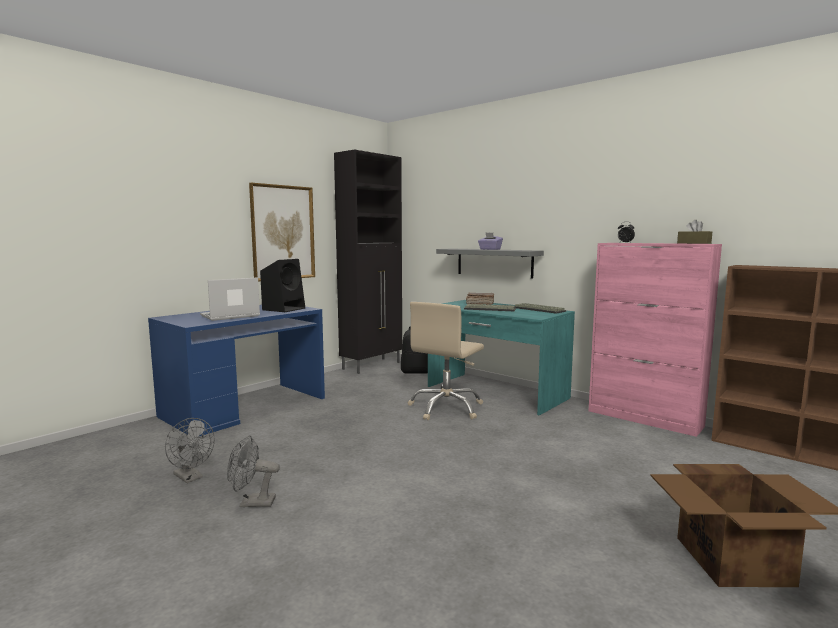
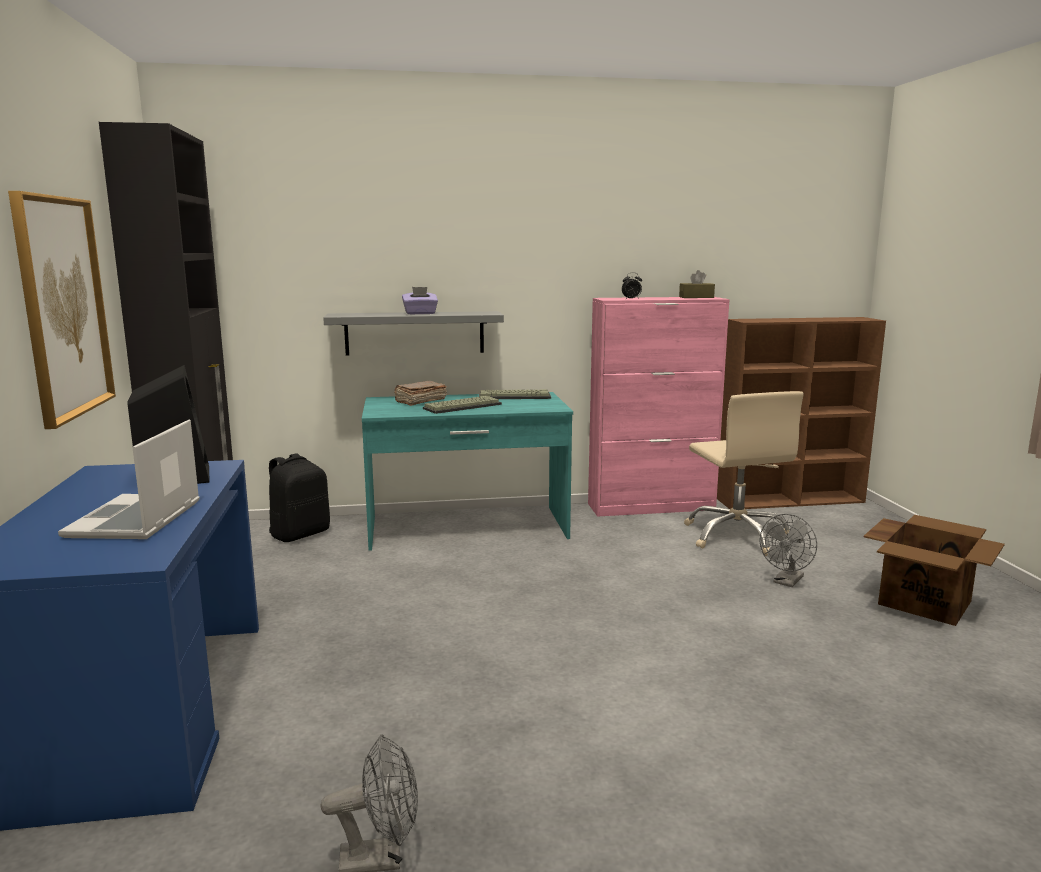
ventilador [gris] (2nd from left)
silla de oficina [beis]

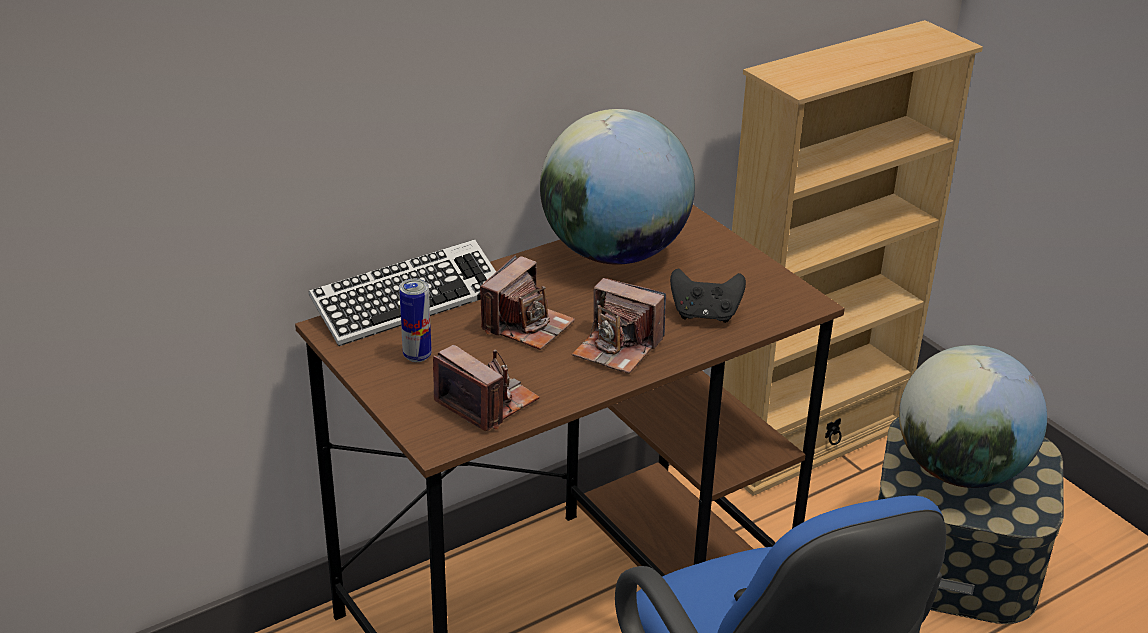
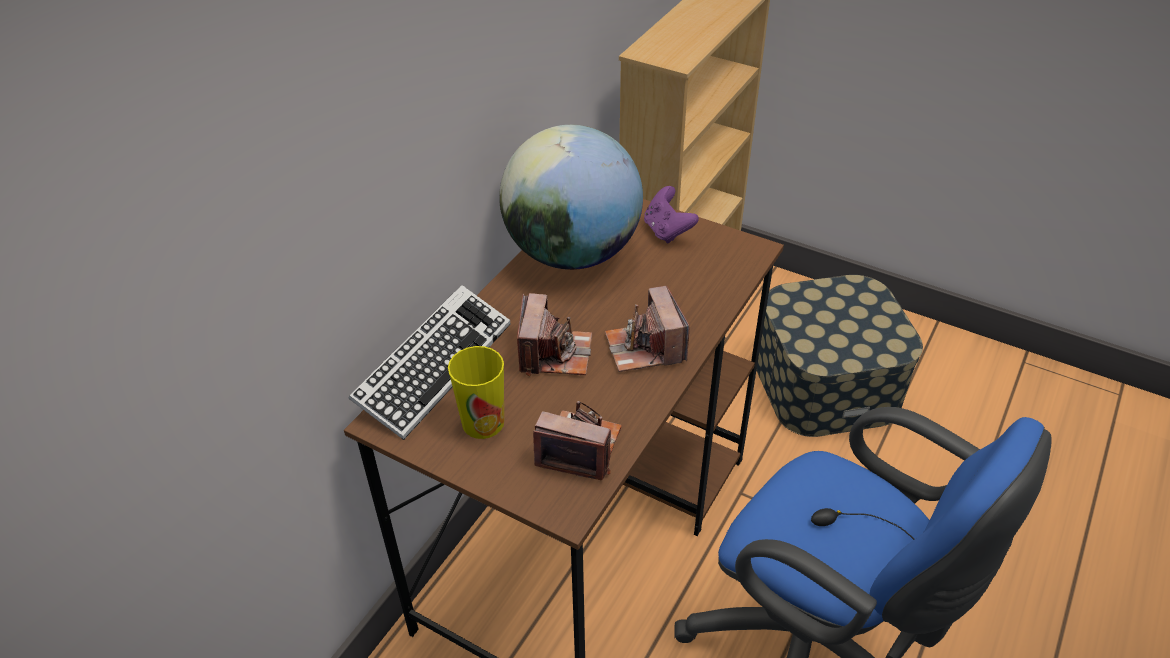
taza
cámara (3rd from left)
mando de consola [negro]
globo terráqueo (2nd from left in the first image)
mando de consola [morado]

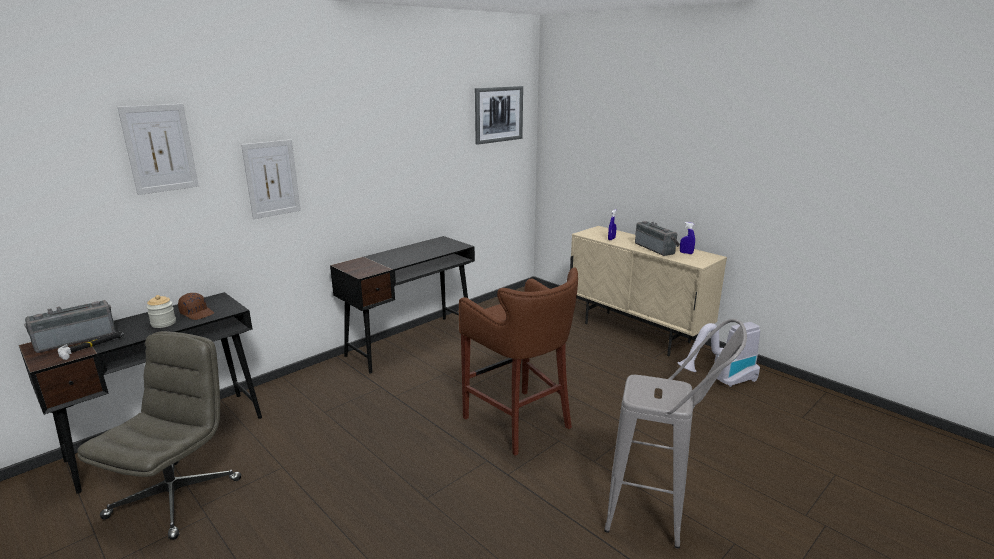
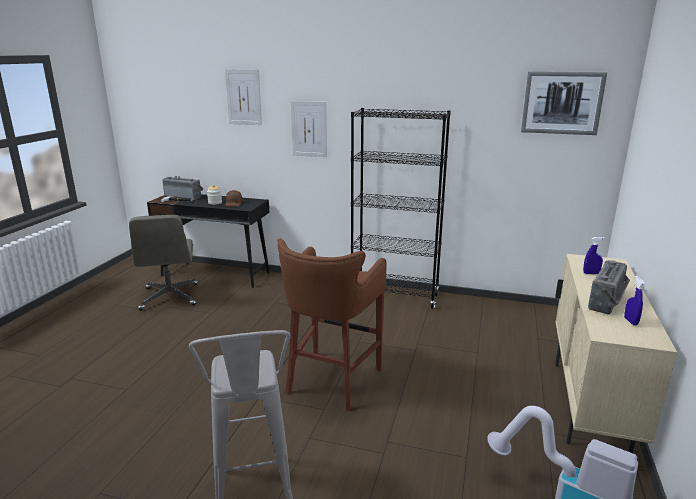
silla de oficina [gris]
estantería [negro]

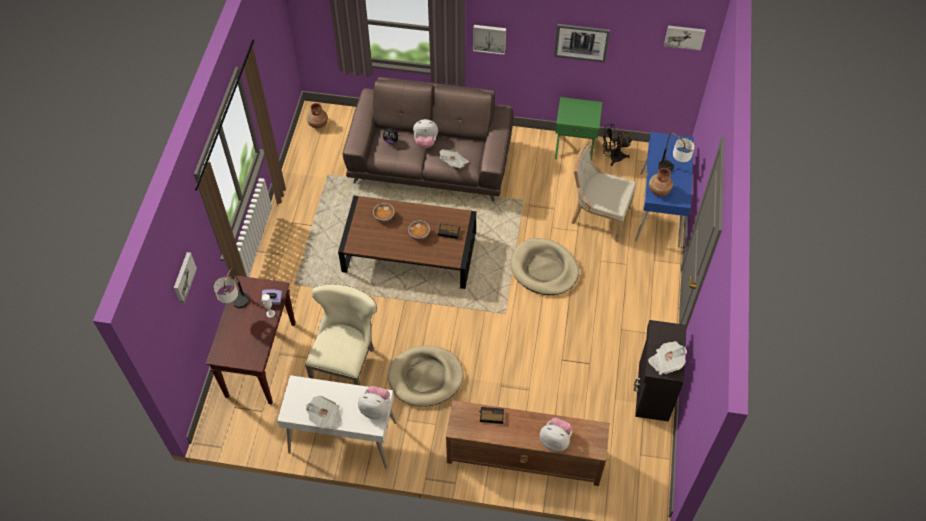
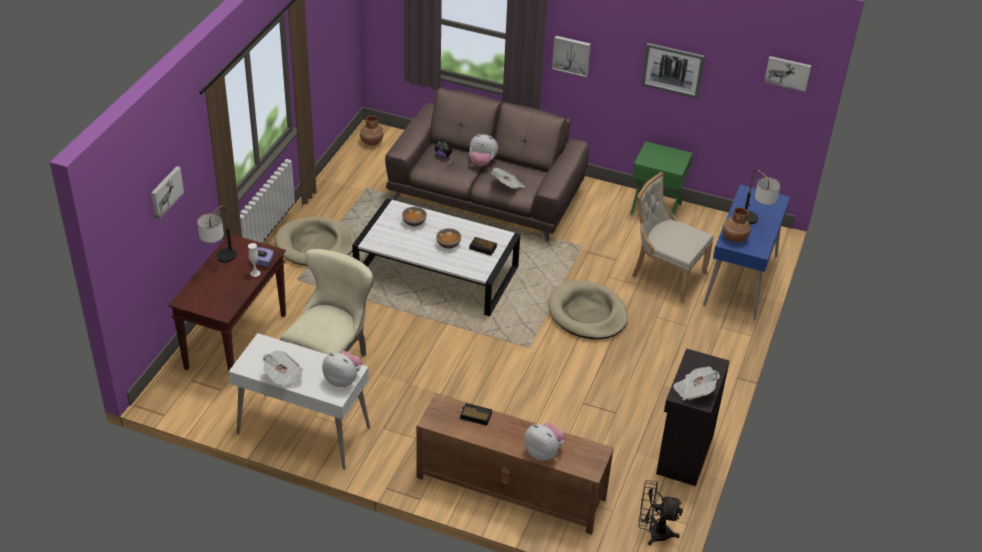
mesa de centro [blanco]
cama para perro [beis] (1st from left)
ventilador [negro]

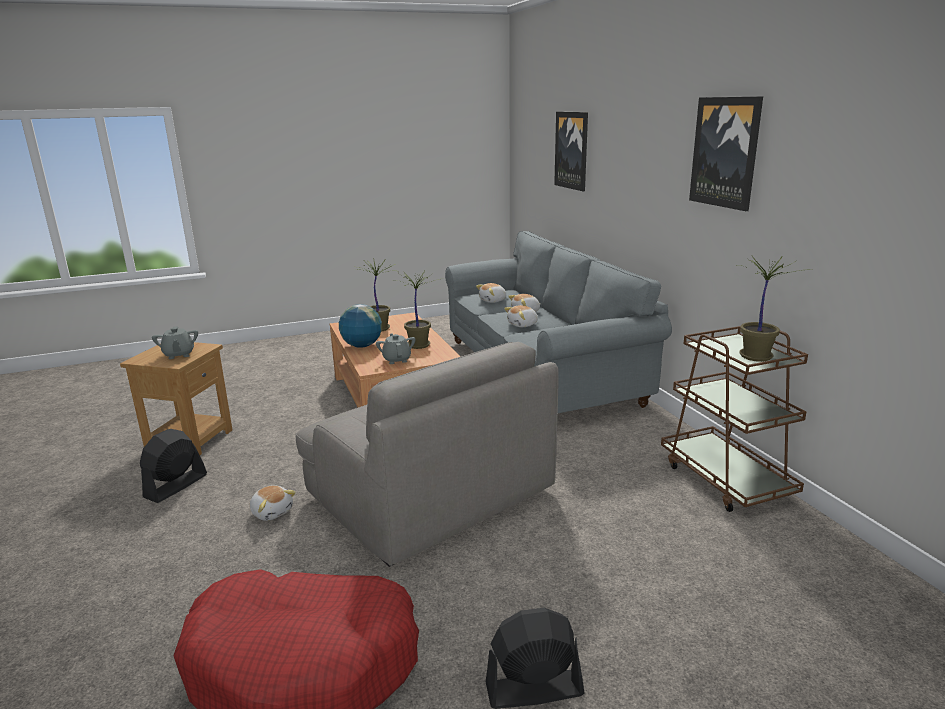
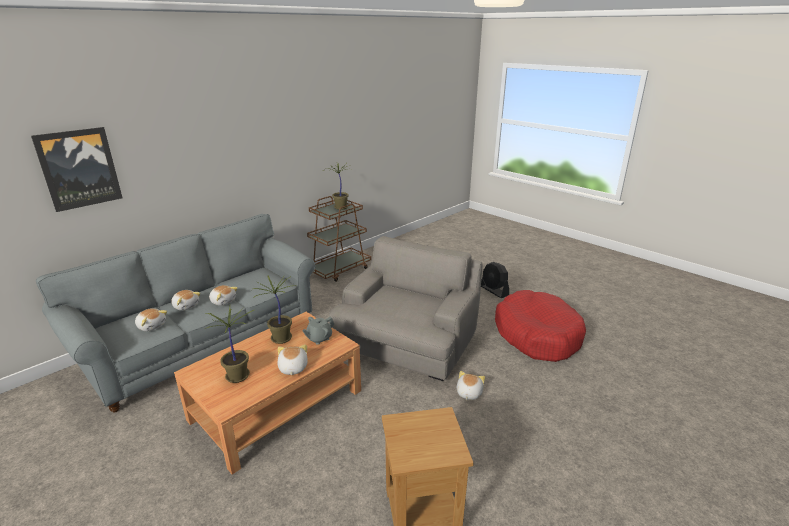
ventilador [negro] (1st from left in the first image)
tetera [gris] (1st from left in the first image)
peluche (4th from left)
cuadro (2nd from left in the first image)

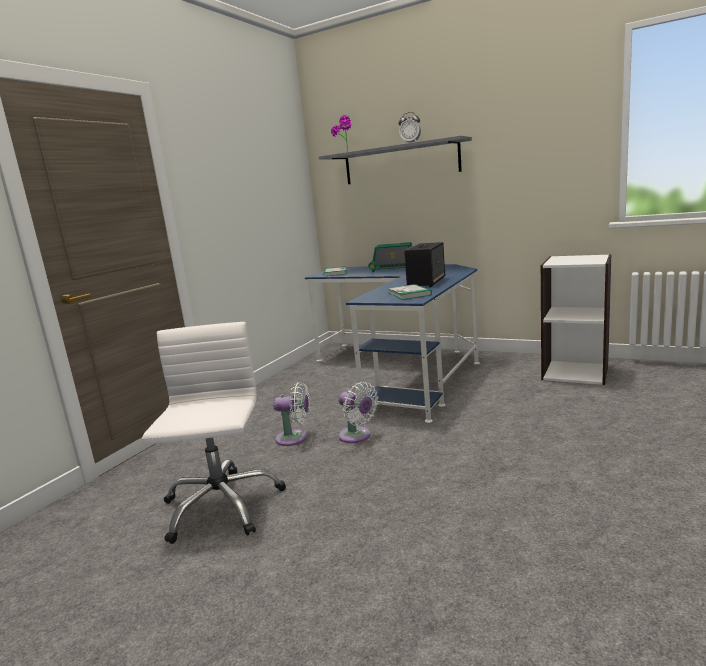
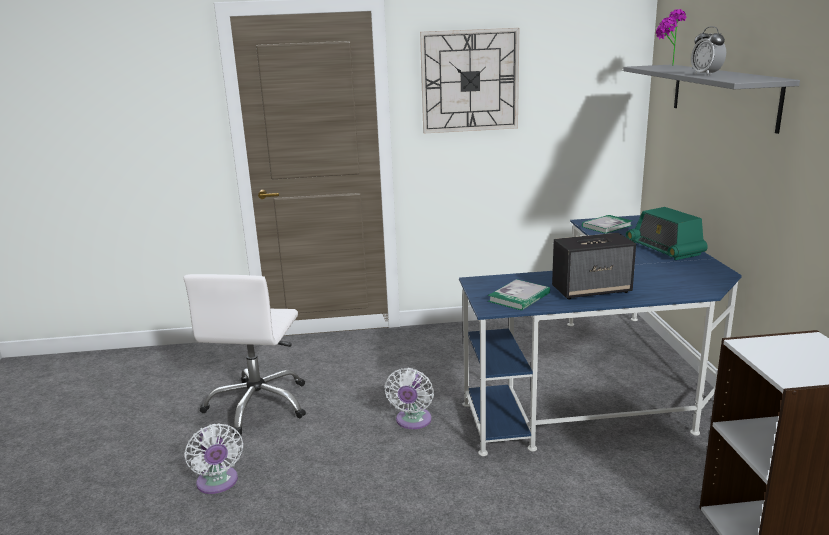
silla de oficina [blanco]
ventilador [blanco] (1st from left)
reloj de pared

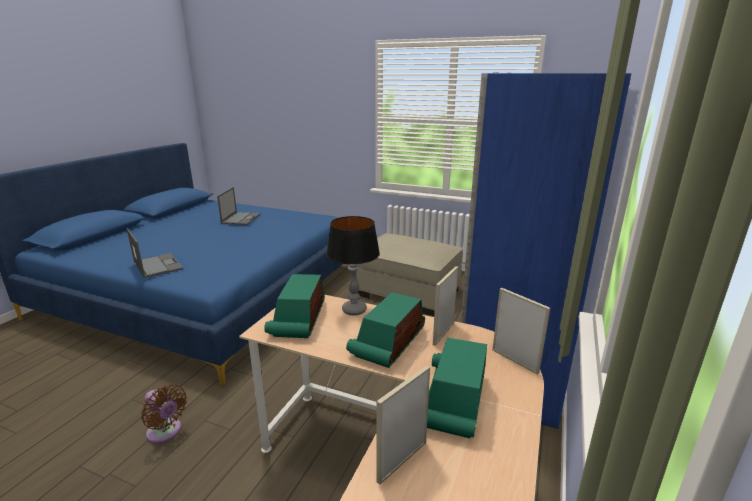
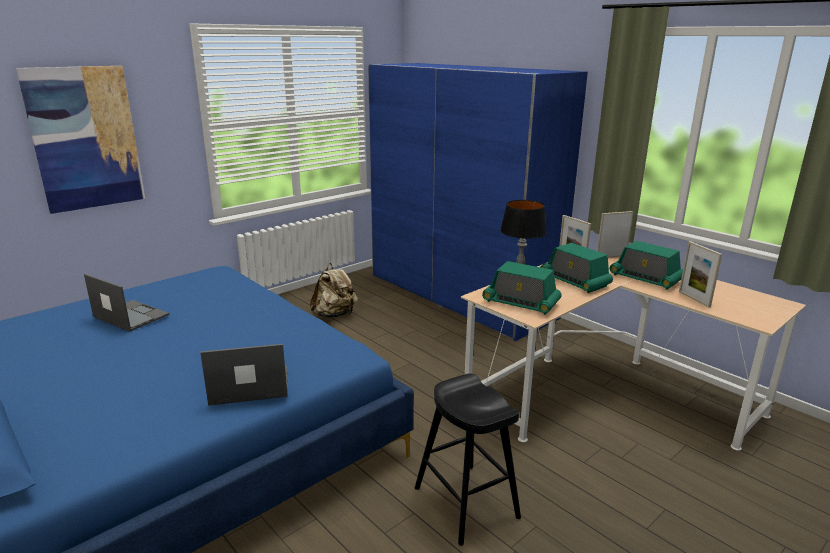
taburete [negro]
mochila [beis]
cuadro

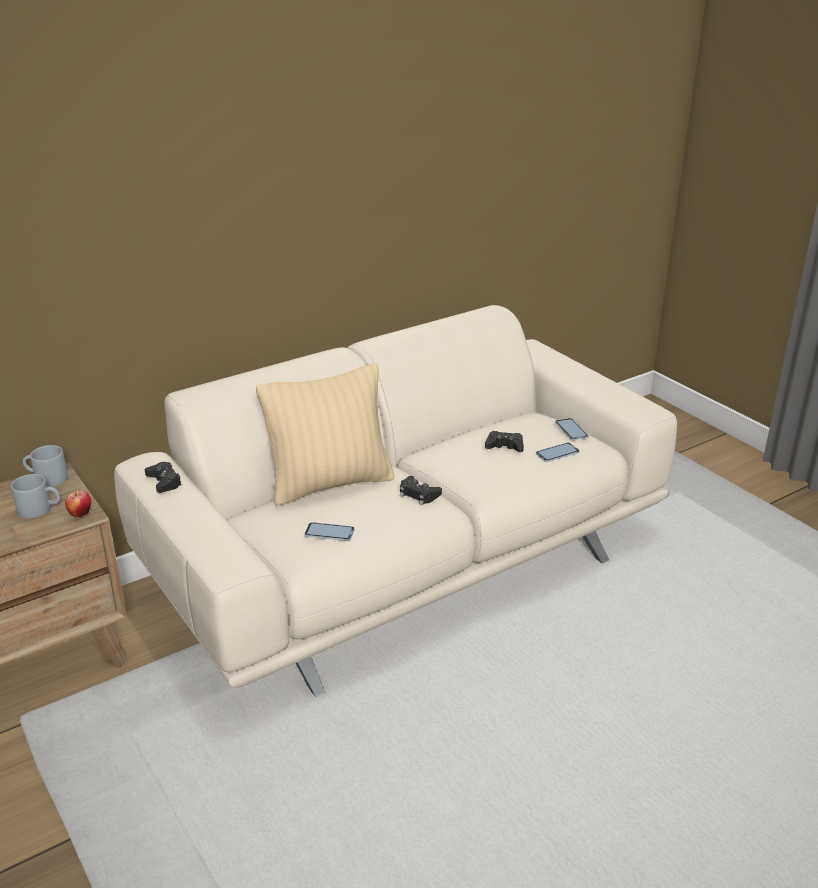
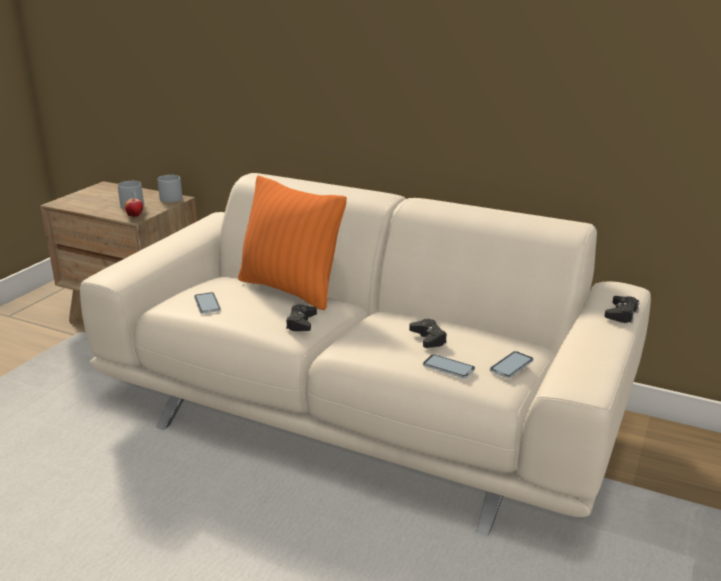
mando de consola [negro] (3rd from left)
cojín [naranja]

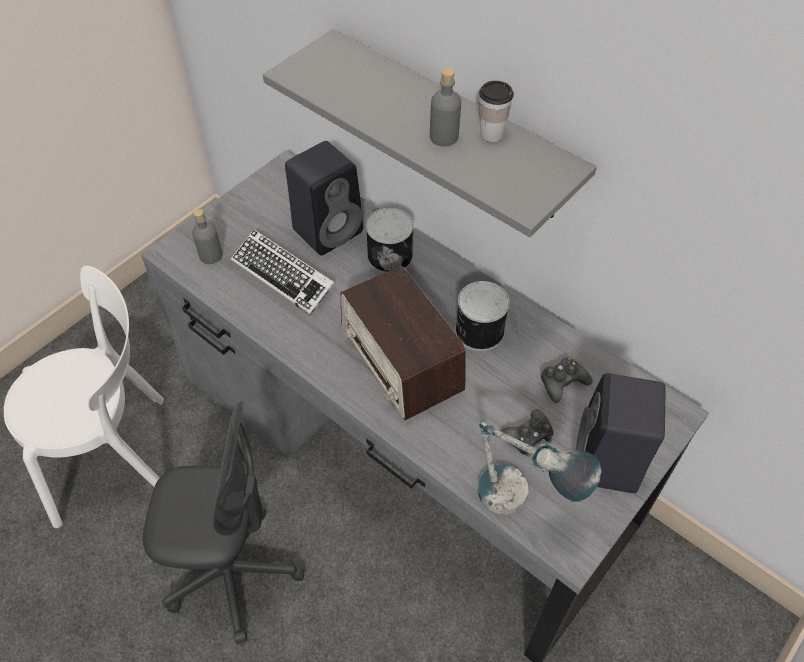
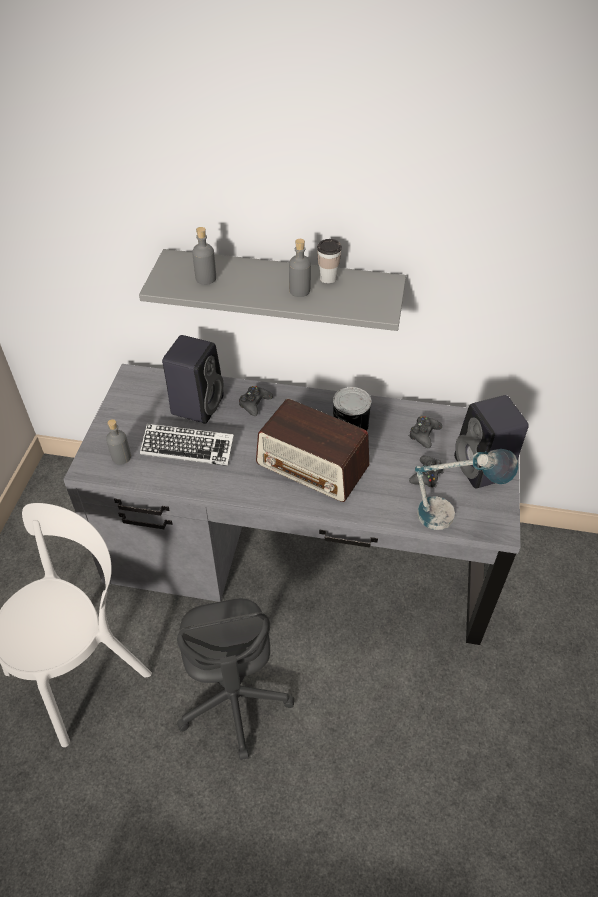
silla de oficina [gris]
mando de consola [negro] (1st from left)
botella [gris] (2nd from left)

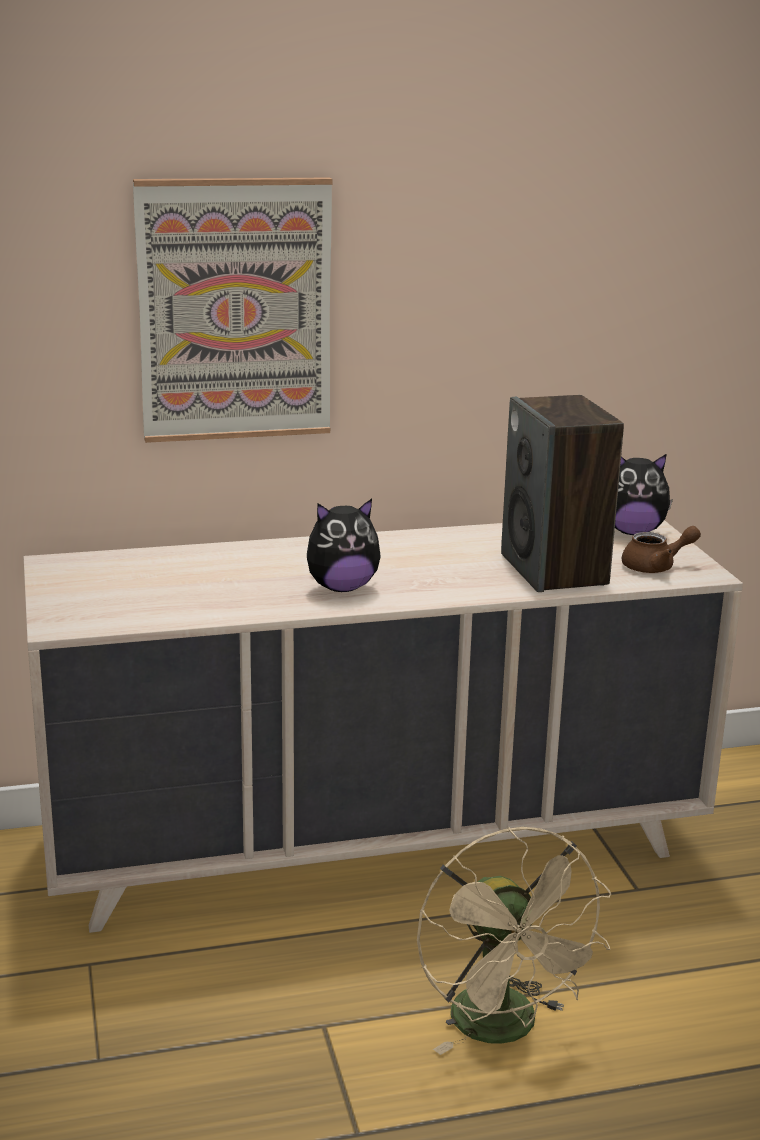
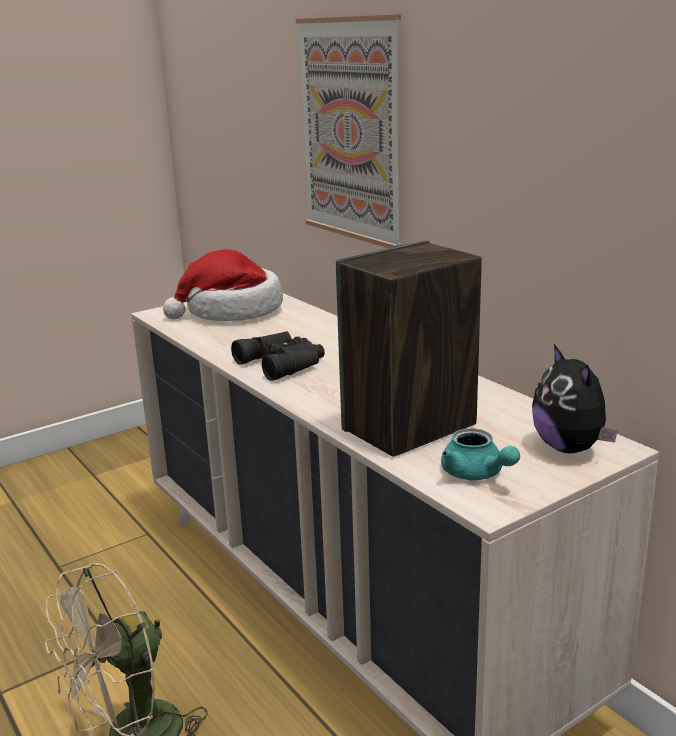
prismáticos [negro]
tetera [turquesa]
sombrero

